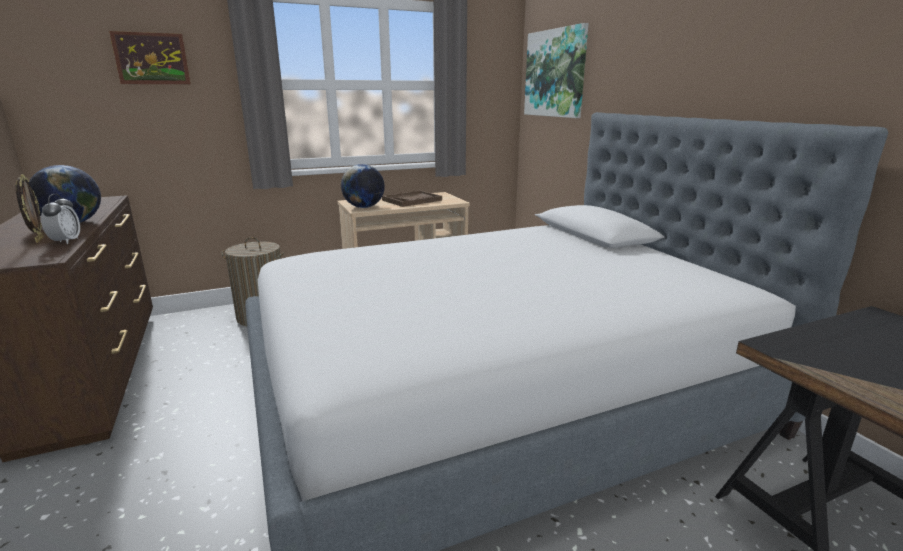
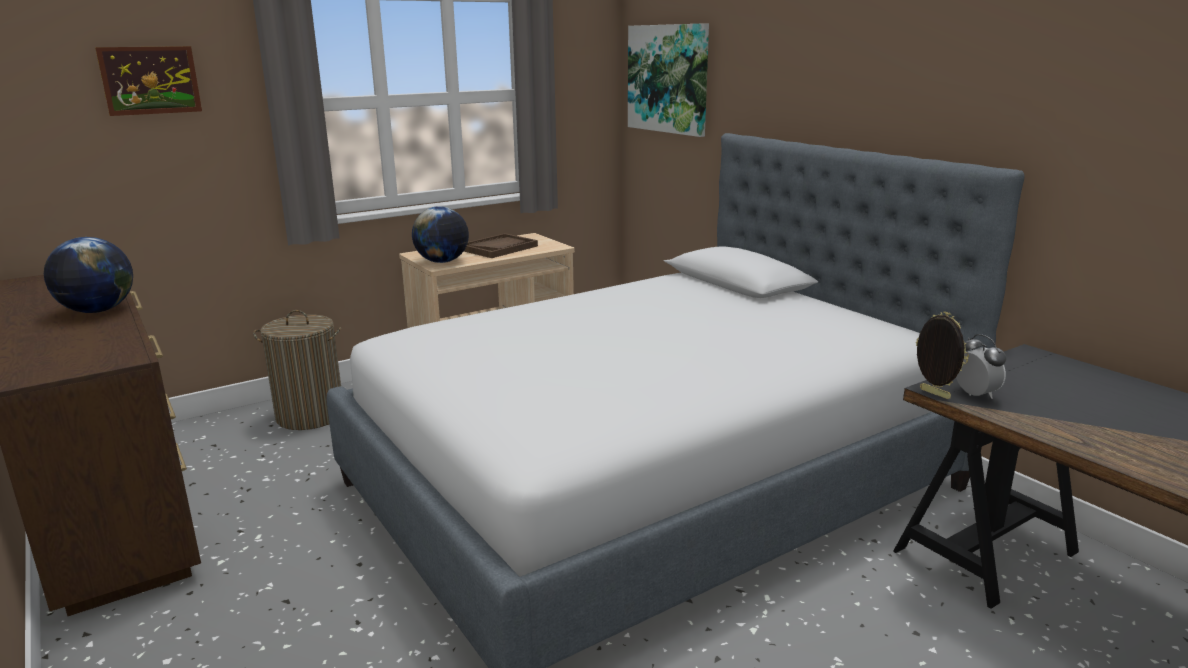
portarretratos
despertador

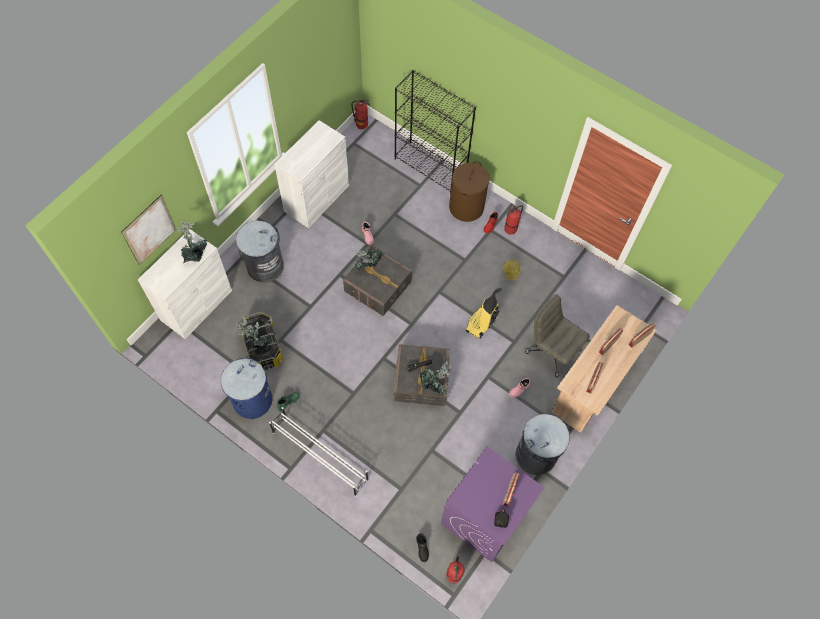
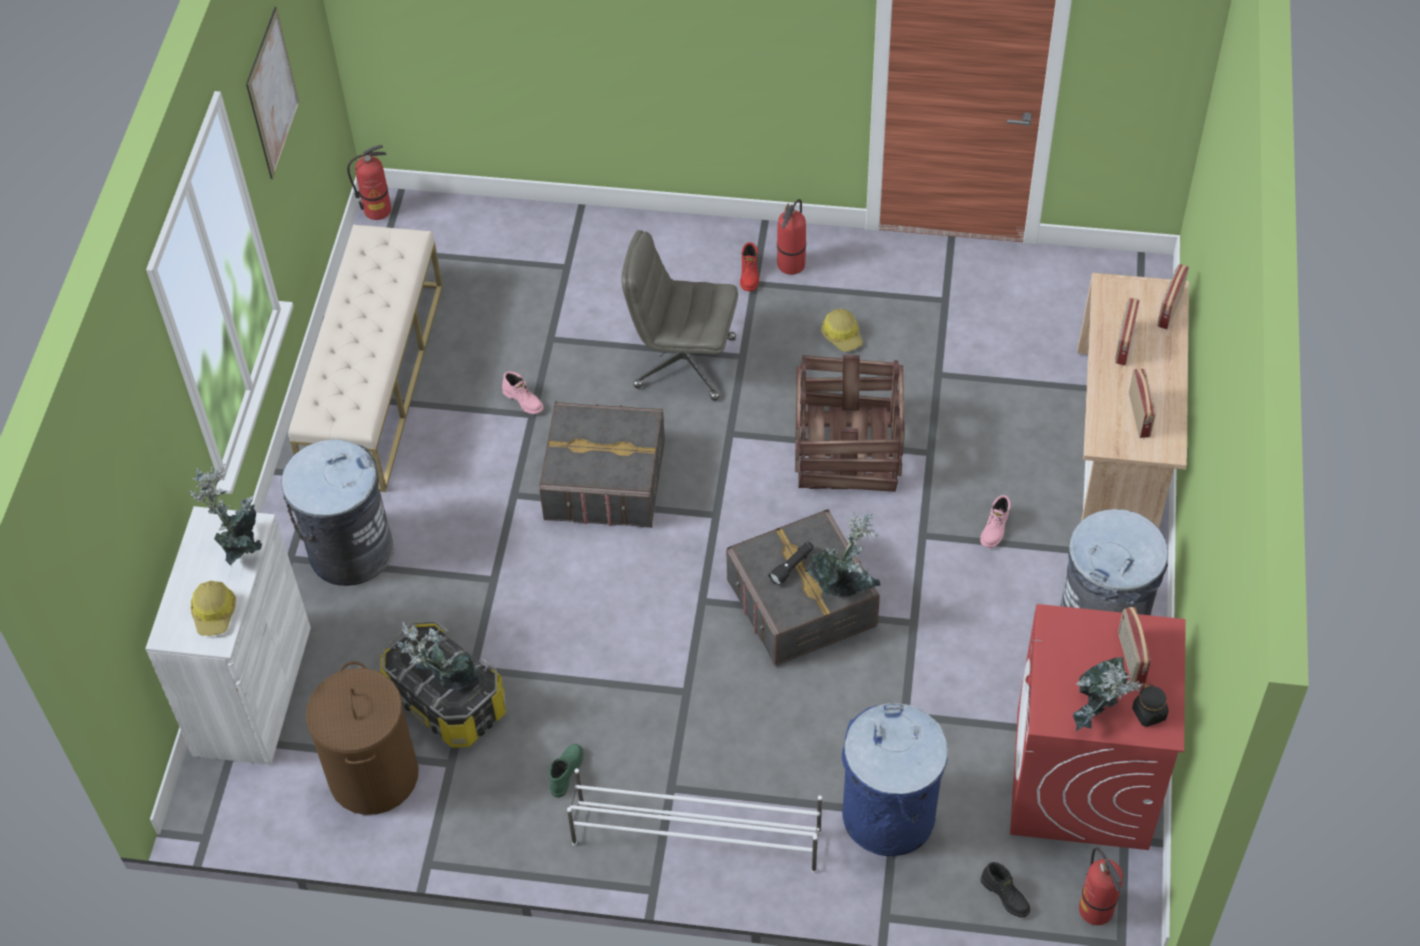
cuadro
papelera [azul]
banco [beis]
planta en maceta (4th from left)
estantería [negro]
lavadora [rojo]
cesto de la ropa [marrón]
caja de embalaje
silla de oficina [gris]
casco (1st from left)

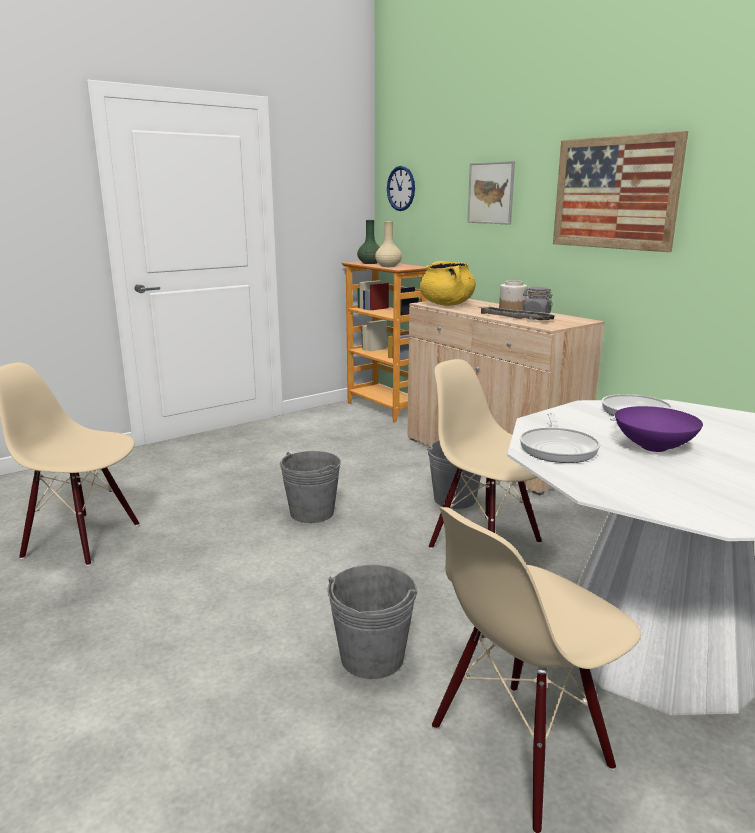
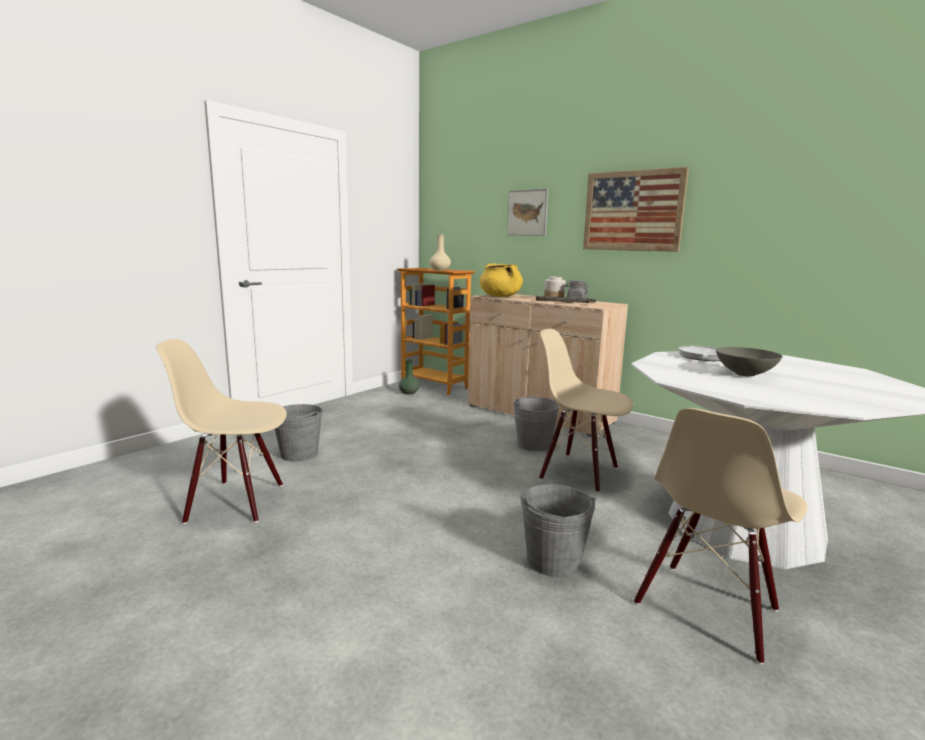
cubo [gris] (1st from left)
florero [verde]
reloj de pared
sartén (1st from left in the first image)
cuenco [gris]

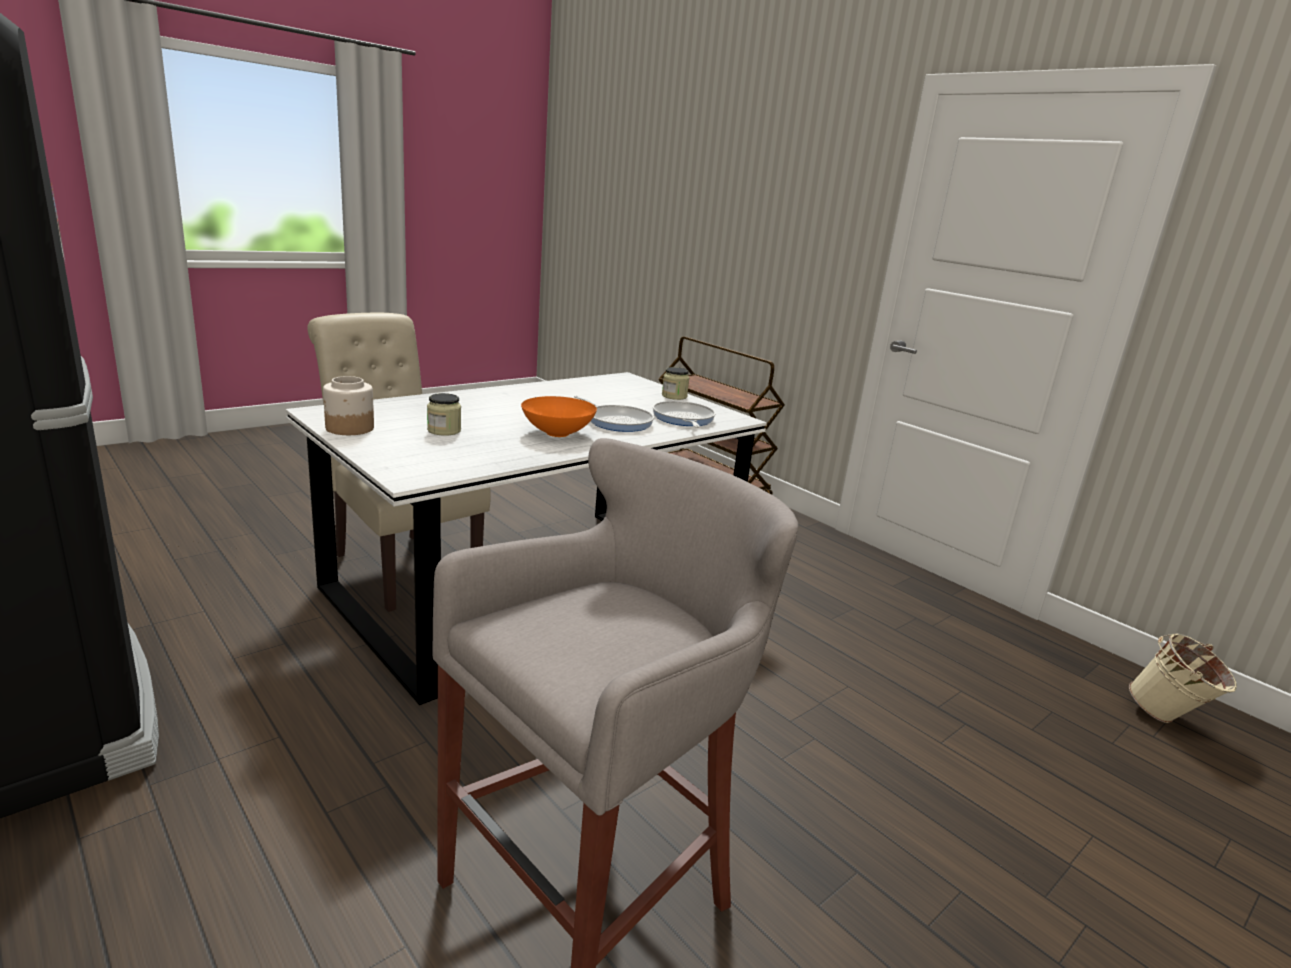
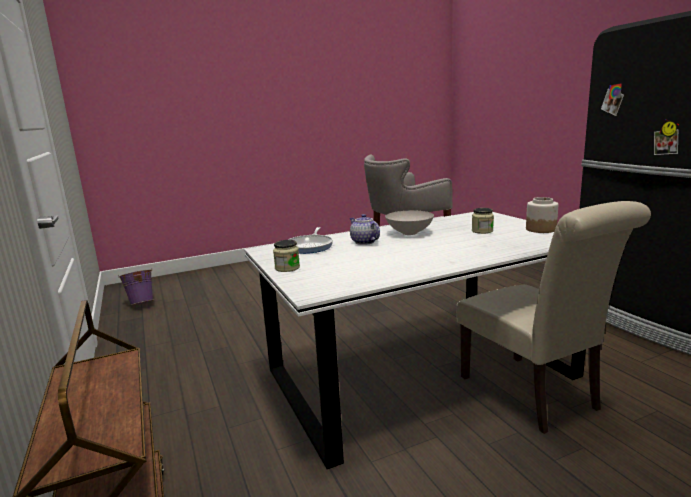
cuenco [blanco]
tetera
cubo [morado]

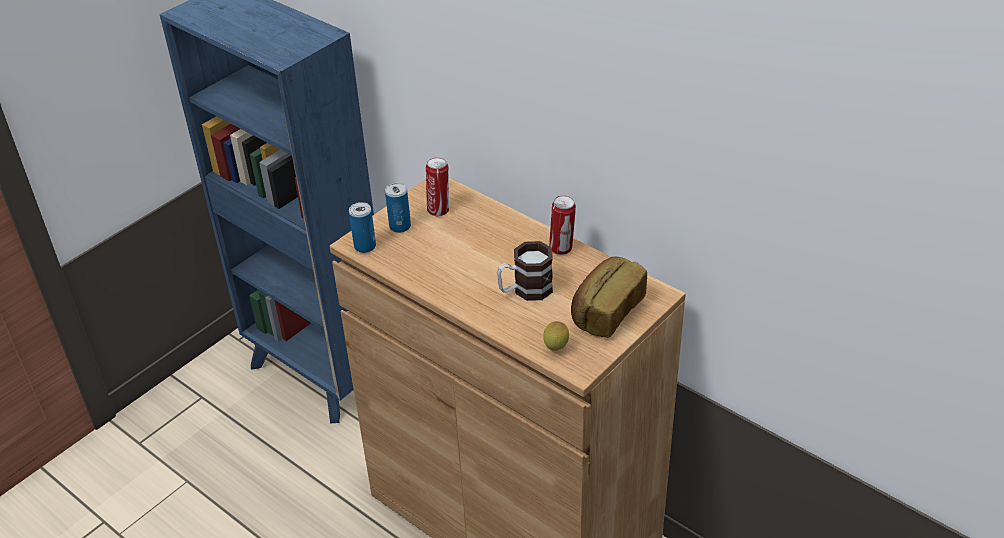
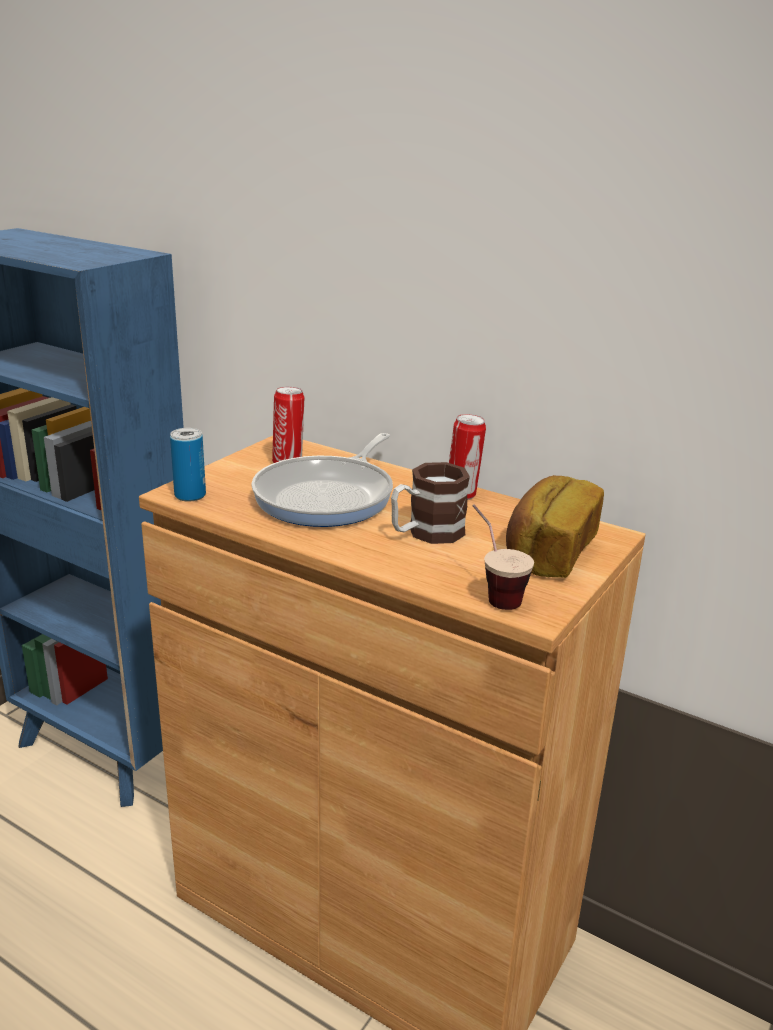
lata (2nd from left in the first image)
taza
sartén

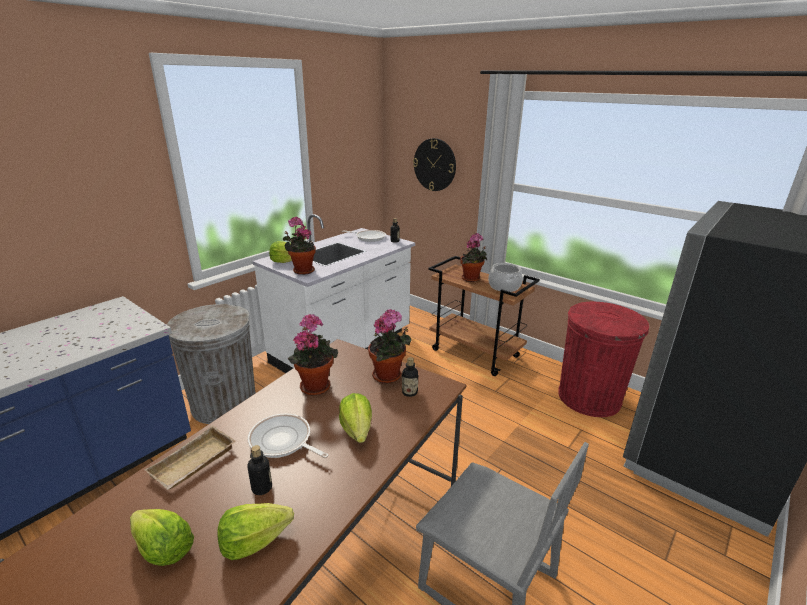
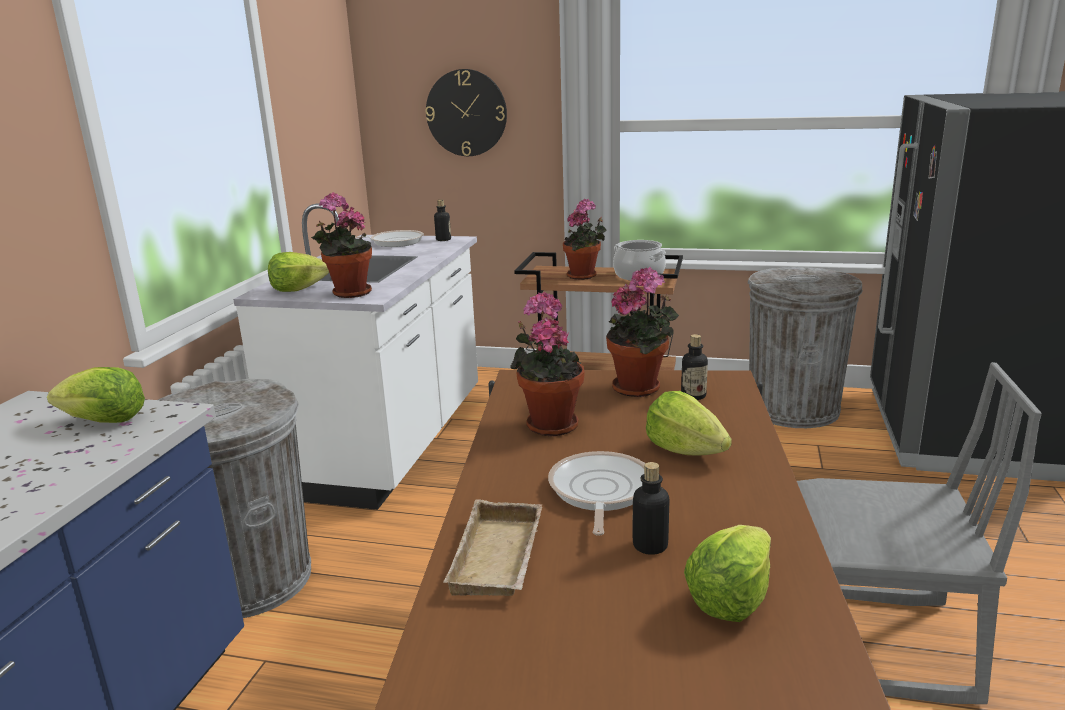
lechuga (1st from left)
sartén (2nd from left)
papelera [gris] (2nd from left)

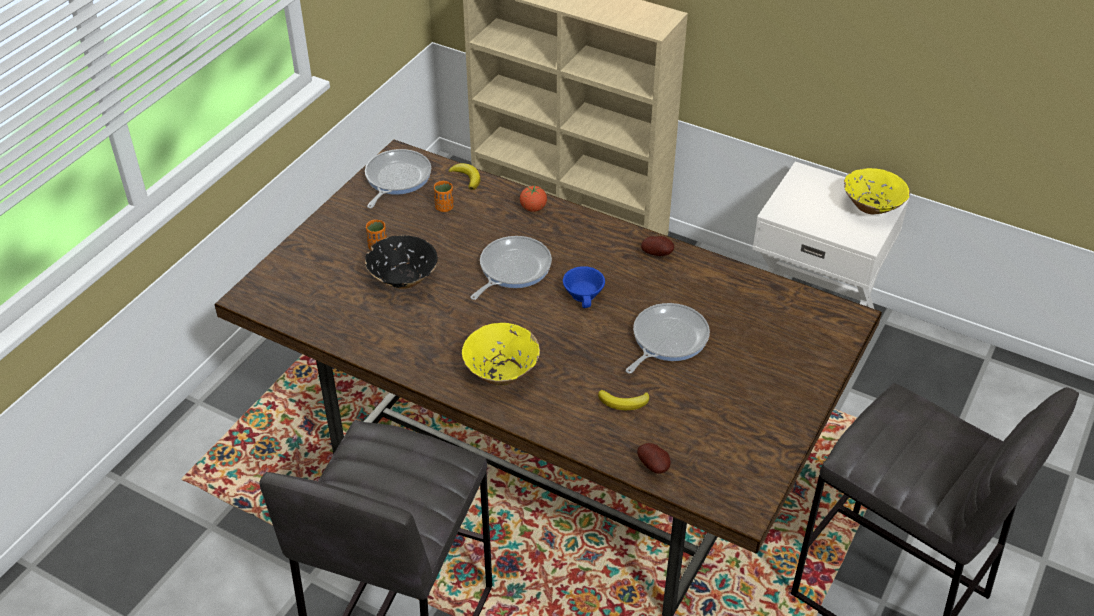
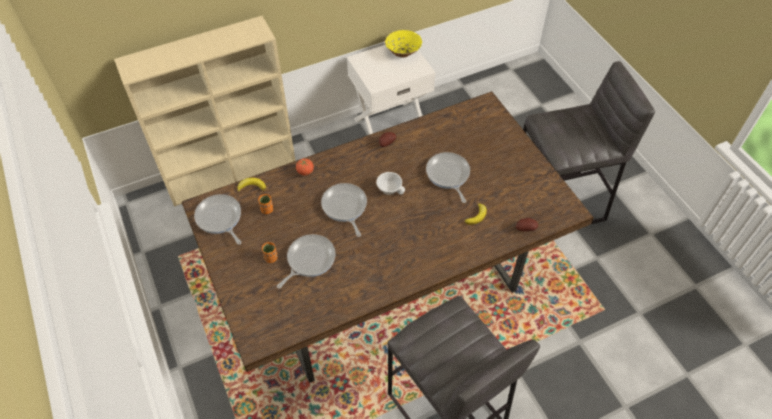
sartén (2nd from left)
cuenco [amarillo] (1st from left in the first image)
taza [blanco]

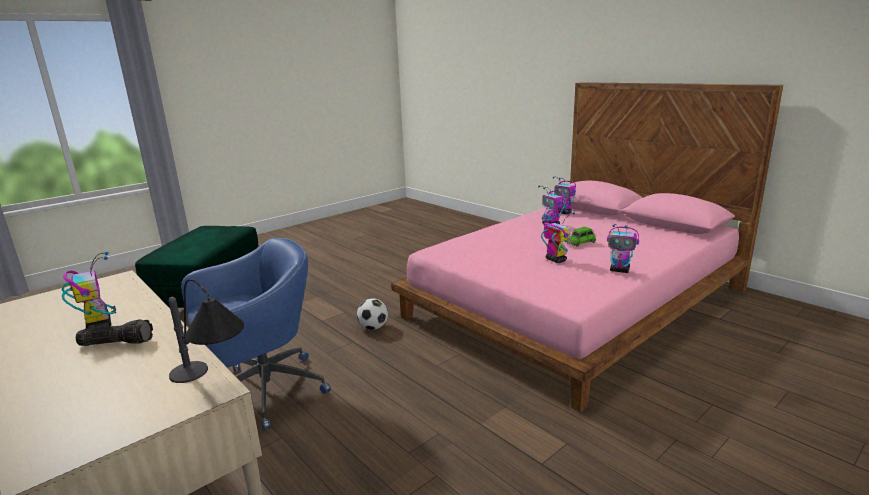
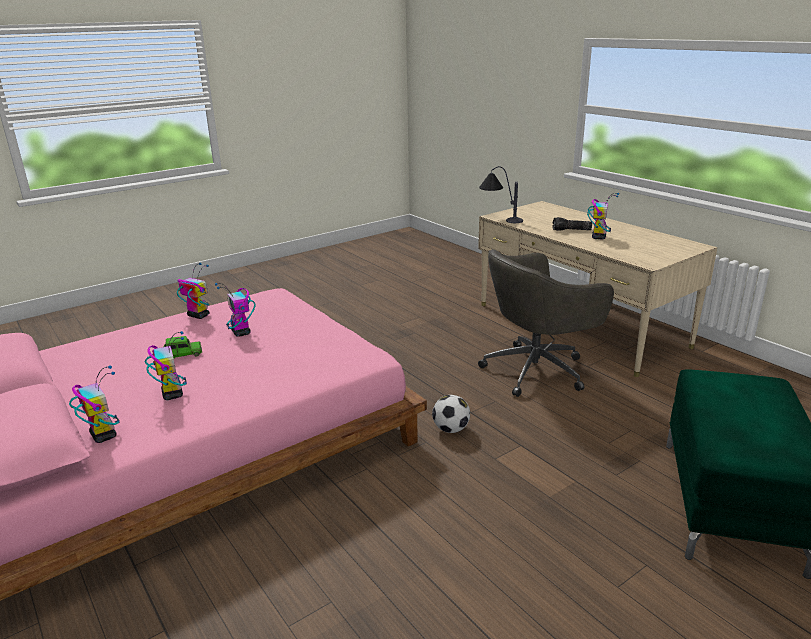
robot de juguete (5th from left)
silla de oficina [gris]

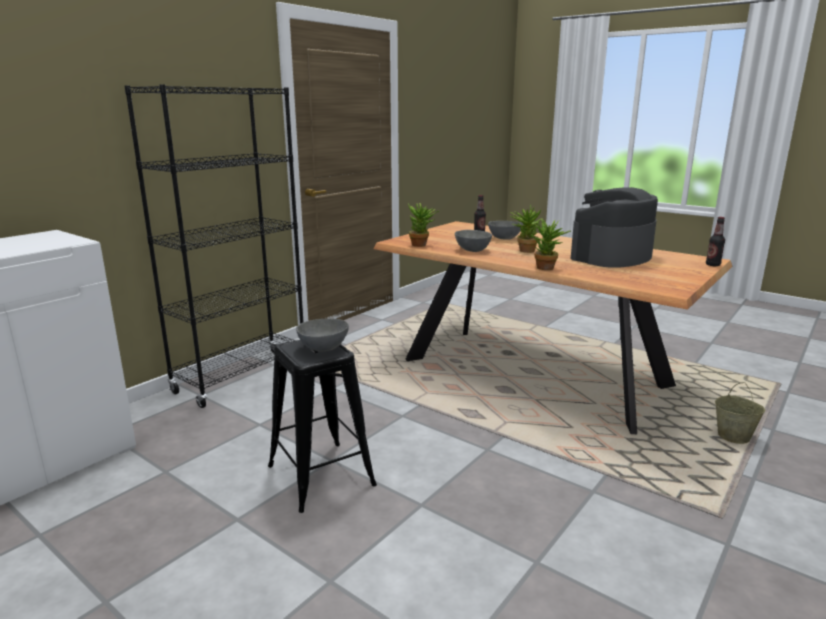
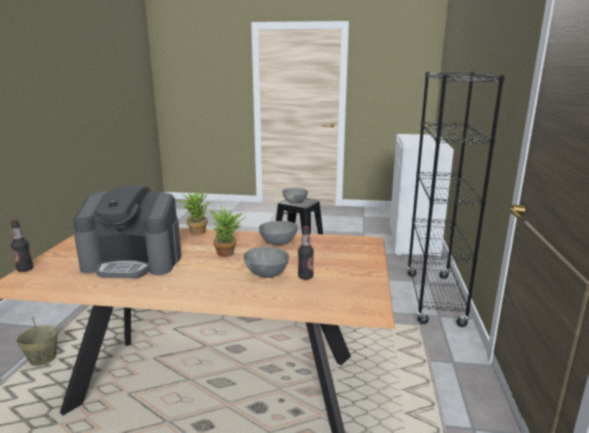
planta en maceta (1st from left in the first image)
cafetera

